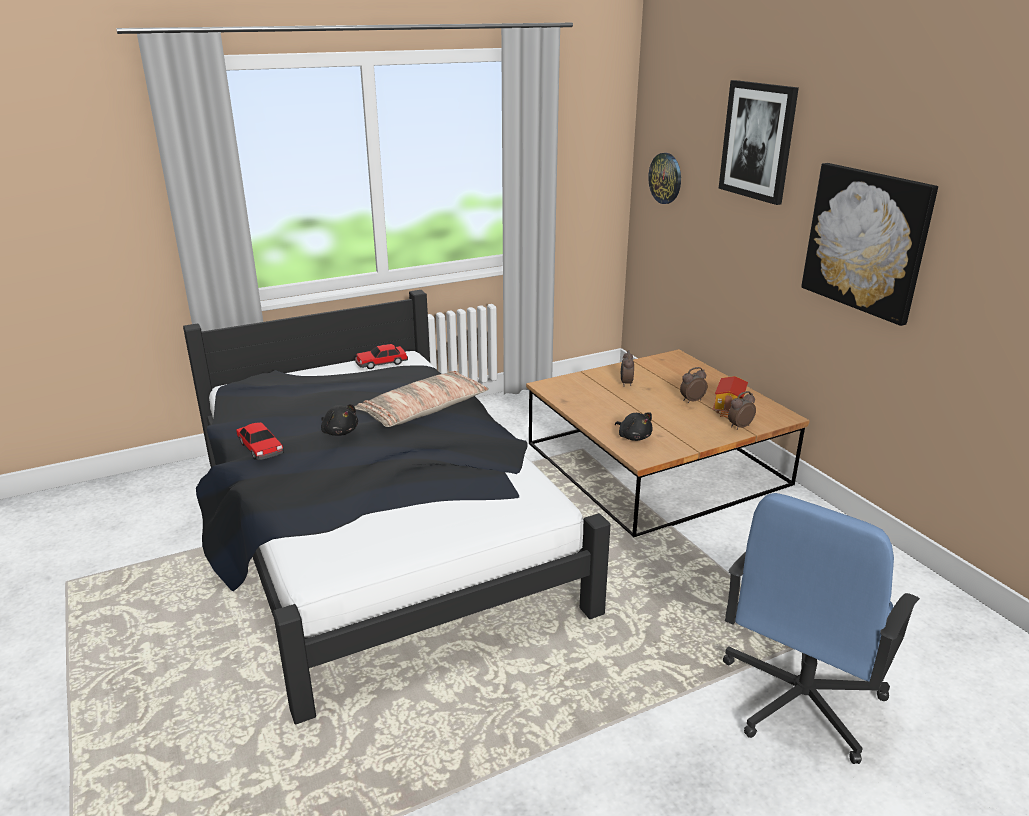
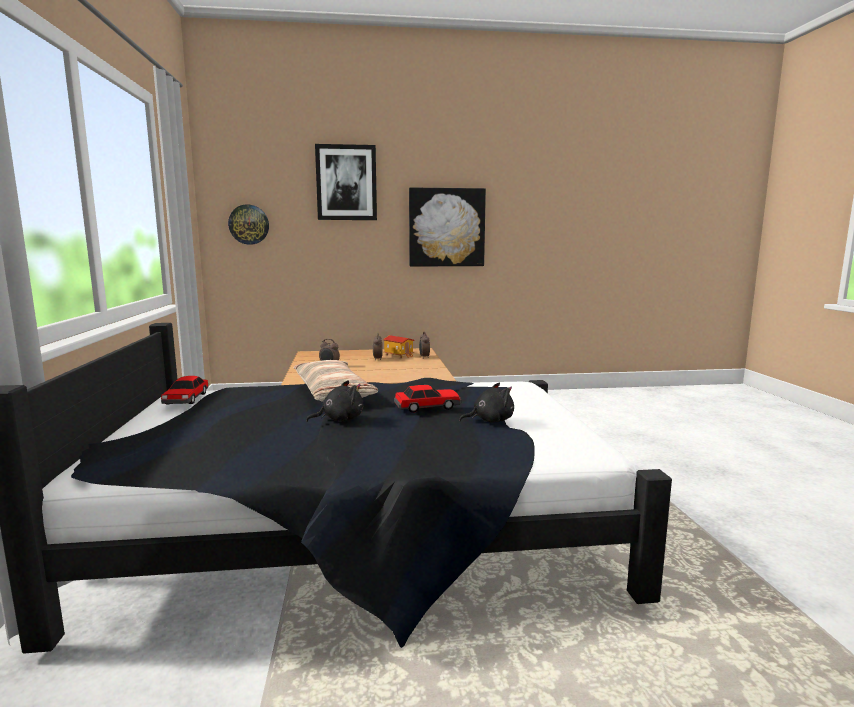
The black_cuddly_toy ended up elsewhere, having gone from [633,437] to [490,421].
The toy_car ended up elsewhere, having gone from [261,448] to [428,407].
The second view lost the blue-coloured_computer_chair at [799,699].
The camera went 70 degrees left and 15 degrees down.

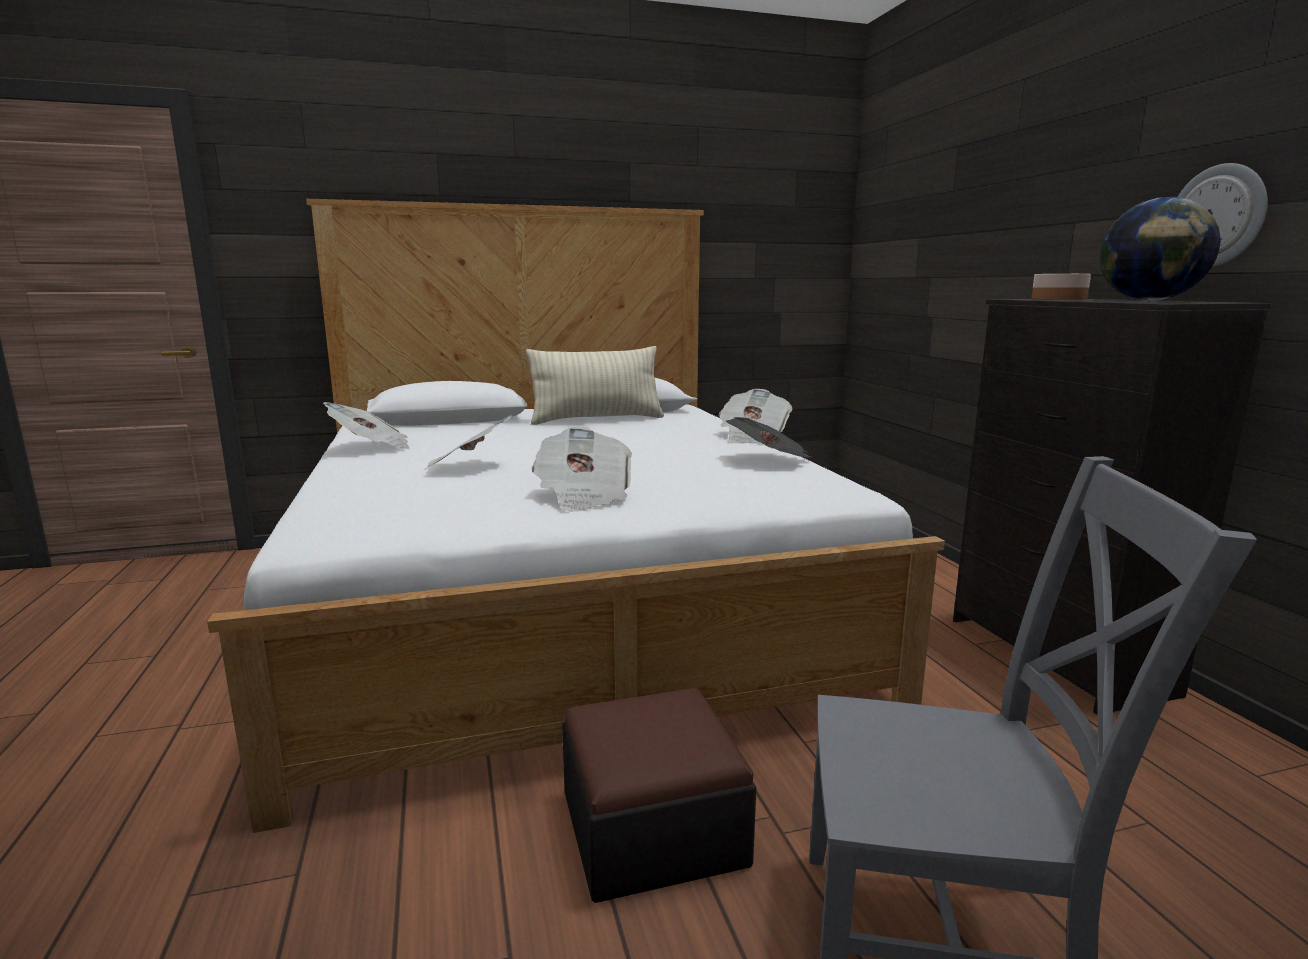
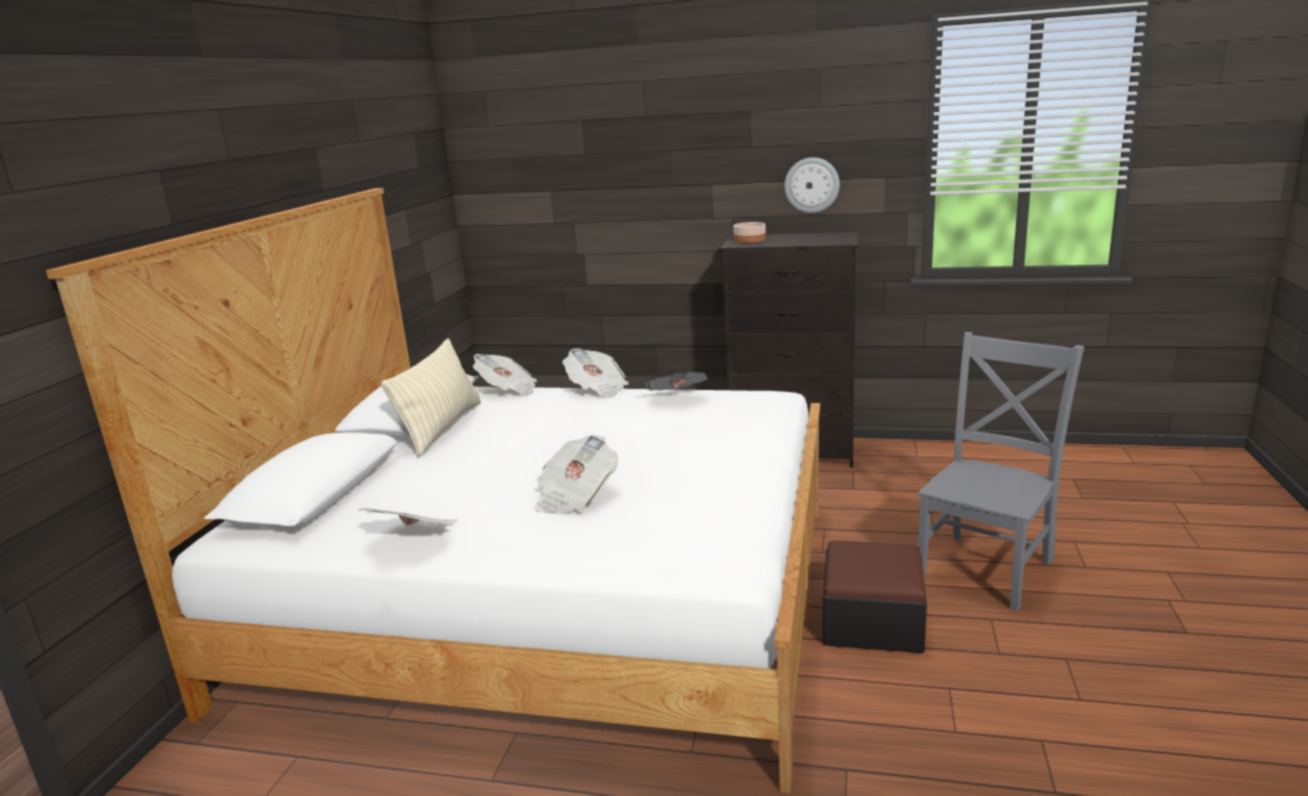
The second view lost the desk_globe at [1149,300].
The daily_paper ended up elsewhere, having gone from [583,496] to [508,390].
The camera went 60 degrees left and 5 degrees up.

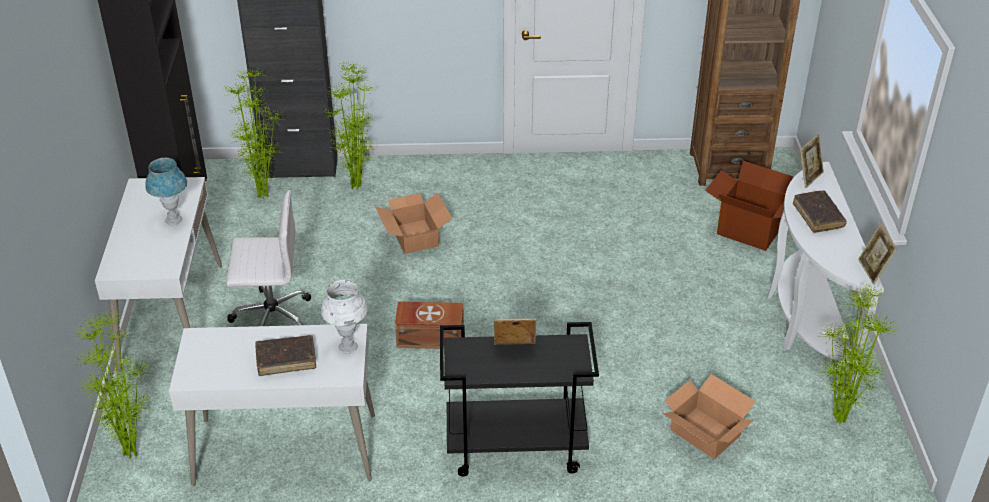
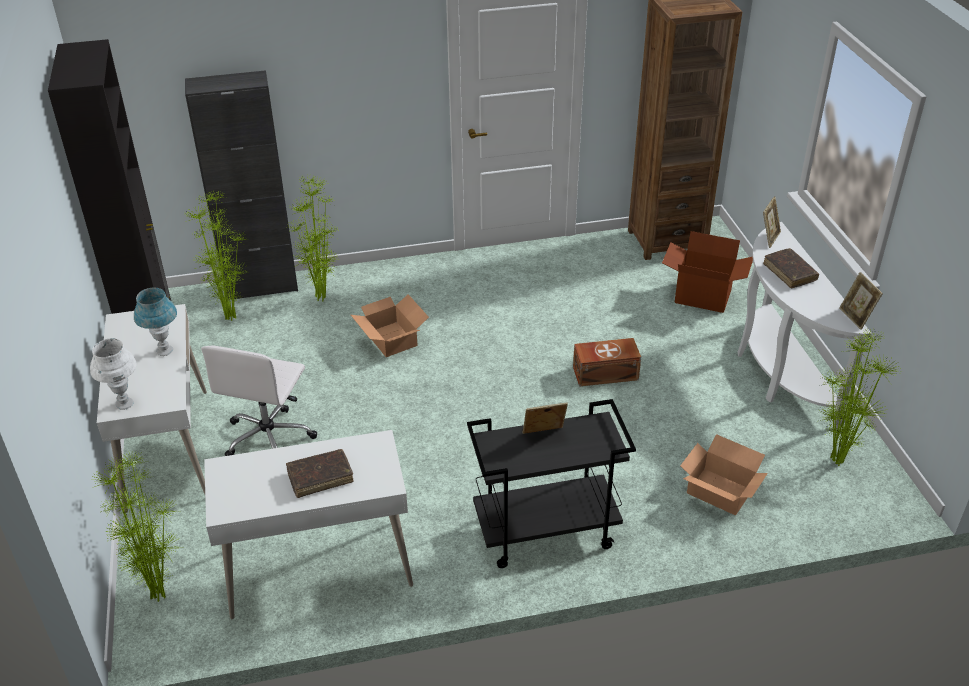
The white-coloured_computer_chair at [271,318] ended up facing another way, 120 degrees clockwise from before.
The white-coloured_lamp_for_a_table ended up elsewhere, having gone from [348,347] to [124,404].
The brownish_storage_container ended up elsewhere, having gone from [429,336] to [604,373].
The camera went 10 degrees left and 0 degrees up.

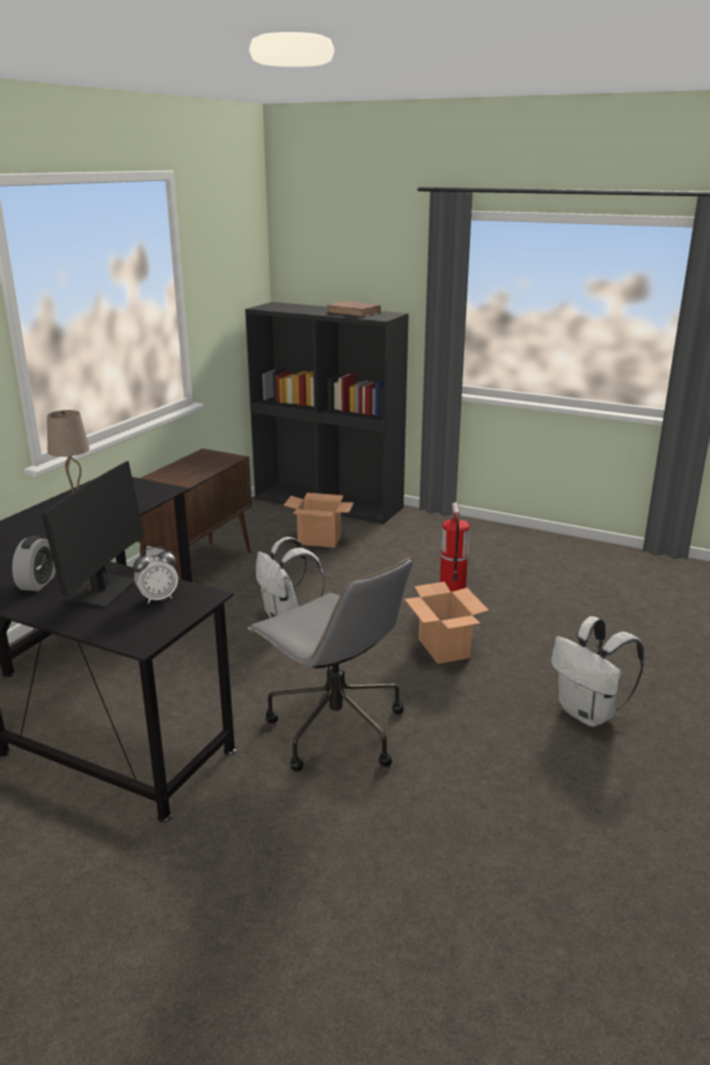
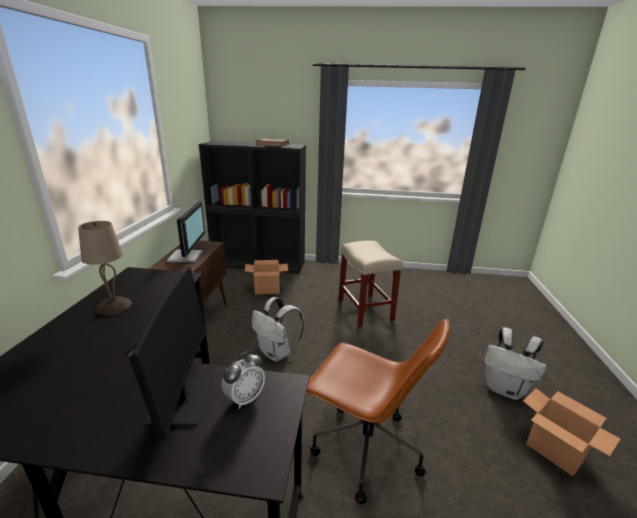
Where the fire-fighting_cylinder stood at [452,586], the beige_sitting_stool came to stand at [364,309].
The second view lost the table_clock at [38,583].
What was the gray_computer_chair at [334,730] turned into the brownish_computer_chair at [364,448].
The cardboard_box ended up elsewhere, having gone from [444,648] to [555,451].
The second view gained the monitor at [187,256].
The camera went 20 degrees left and 0 degrees up.

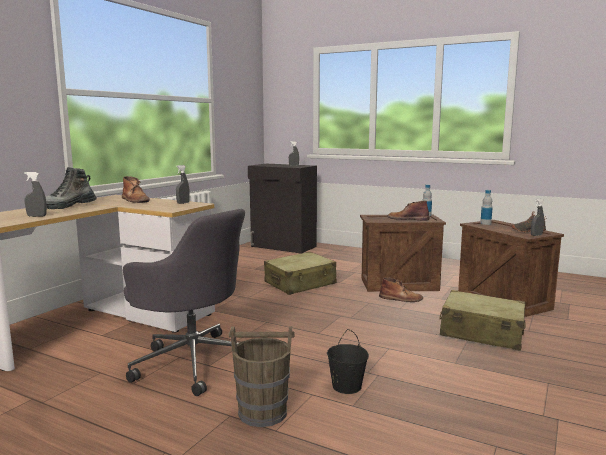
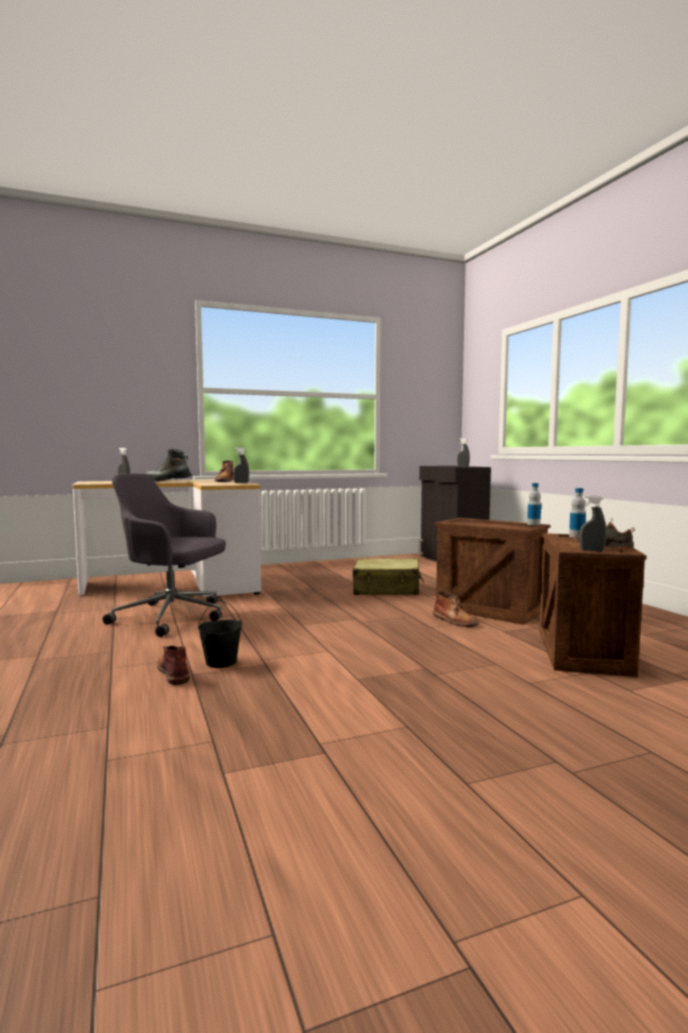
The brownish_high-top_boot ended up elsewhere, having gone from [407,219] to [173,672].
The gray_computer_chair at [193,361] ended up facing another way, 120 degrees clockwise from before.
The second view lost the beige_suitcase at [481,333].
The second view lost the brownish_water_bucket at [263,413].
The camera went 40 degrees right and 5 degrees down.

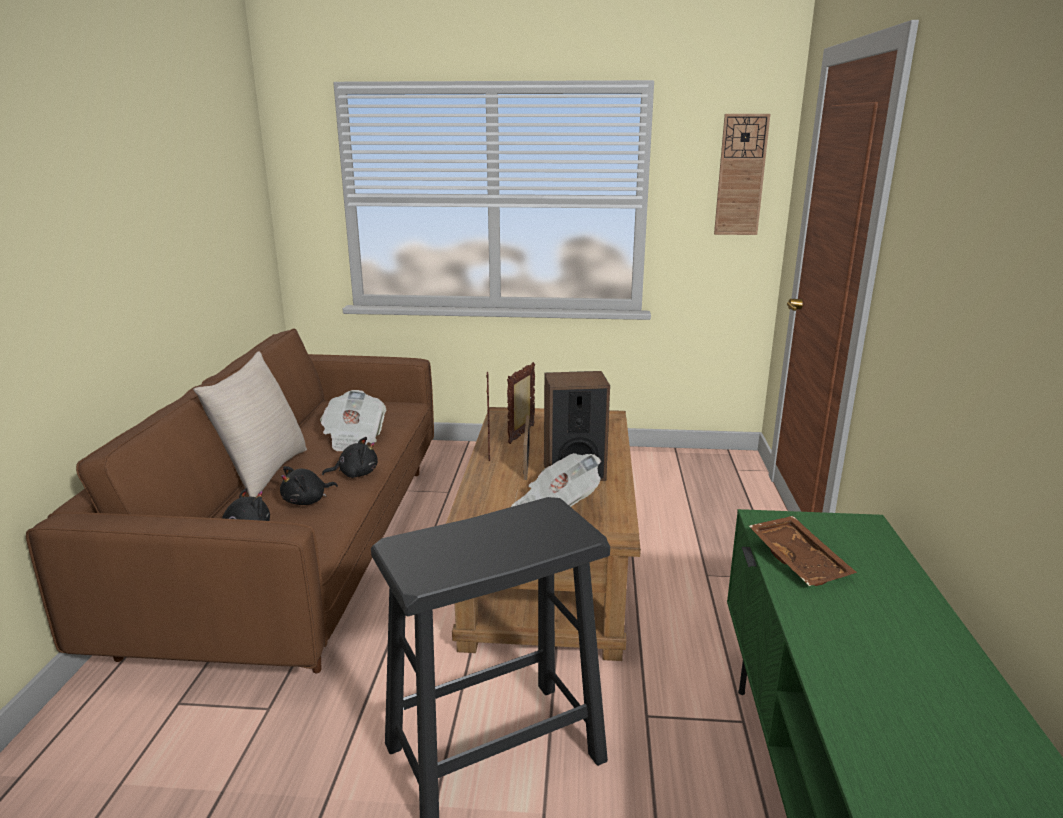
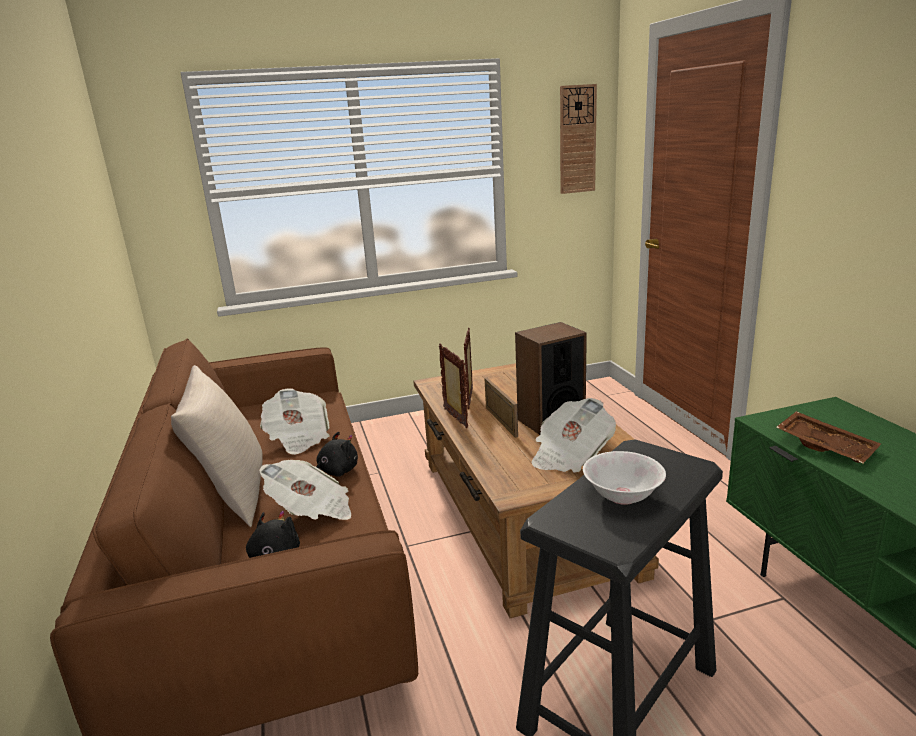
Where the black_cuddly_toy stood at [307,501], the daily_paper came to stand at [312,510].
The second view gained the white-coloured_serving_bowl at [622,496].
The camera went 20 degrees left and 0 degrees up.

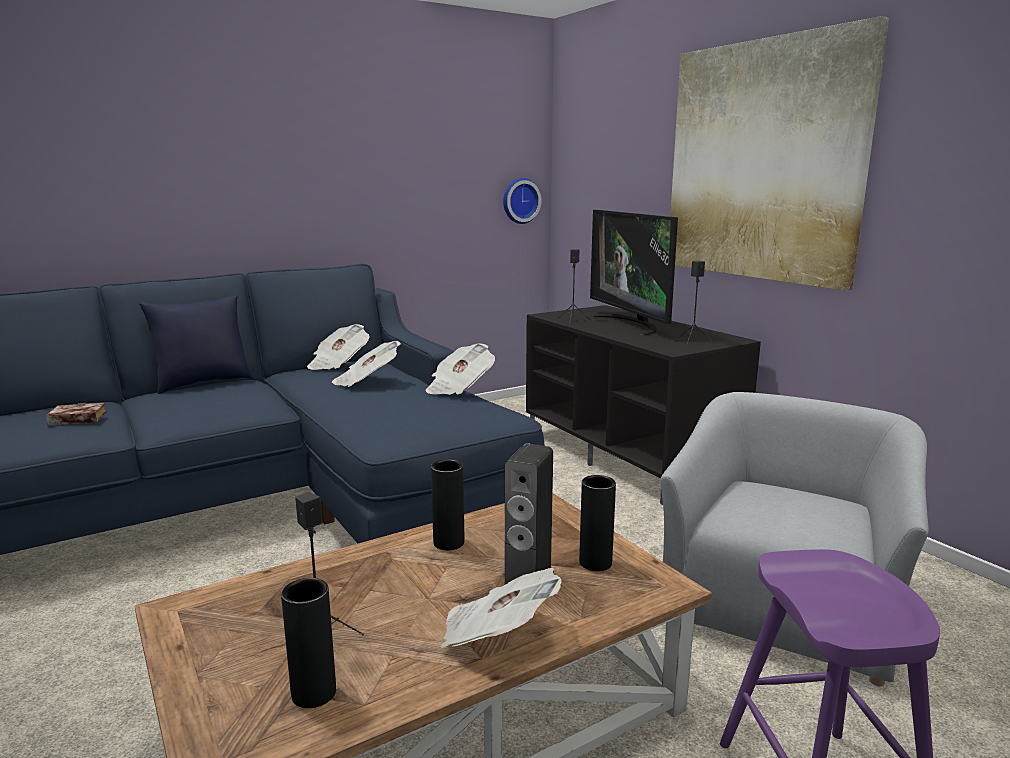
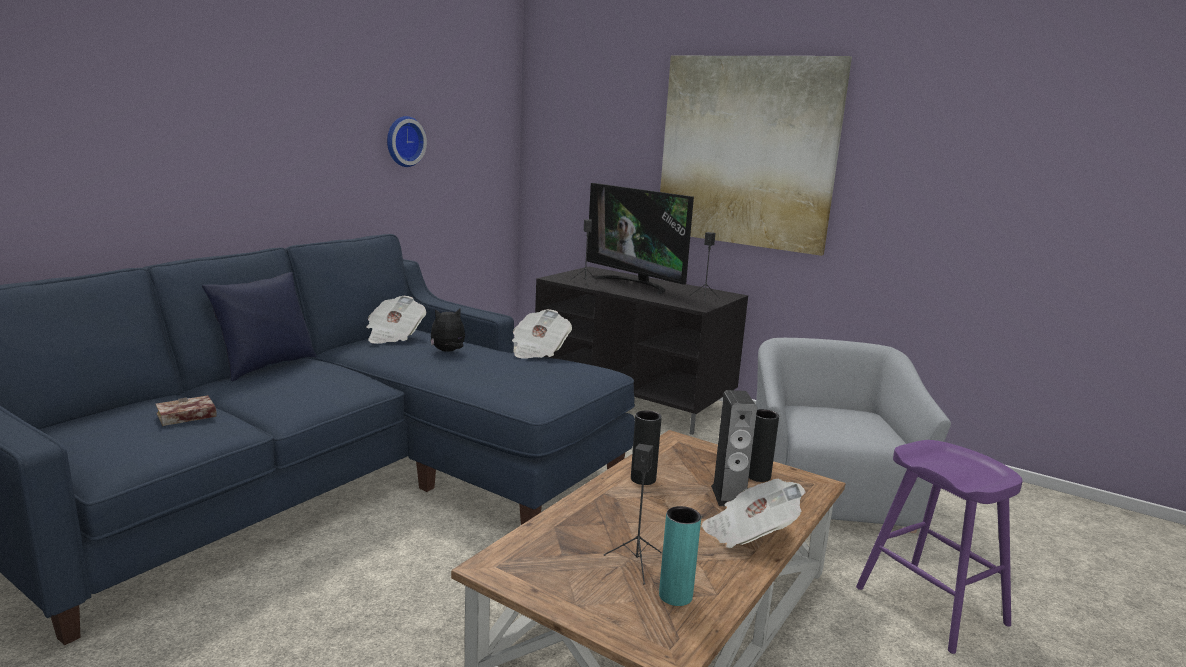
The clock_on_the_wall ended up elsewhere, having gone from [520,201] to [403,141].
Where the daily_paper stood at [366,382], the cuddly_toy came to stand at [448,351].
What was the black_flower_vase at [314,693] turned into the blue-green_flower_vase at [675,596].
The camera went 25 degrees left and 0 degrees up.

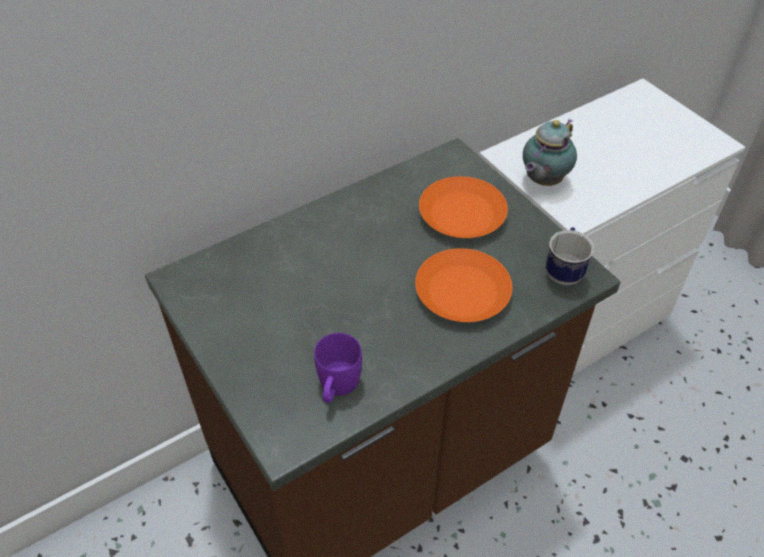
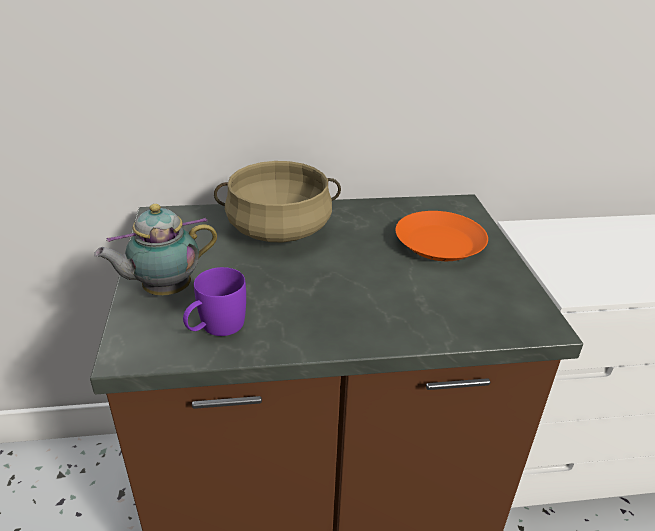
The teapot ended up elsewhere, having gone from [542,181] to [164,290].
The second view lost the tea_mug at [564,270].
The second view lost the orange-coloured_plate at [461,292].
The second view gained the beige_saucepot at [279,229].
The camera went 25 degrees right and 15 degrees down.

